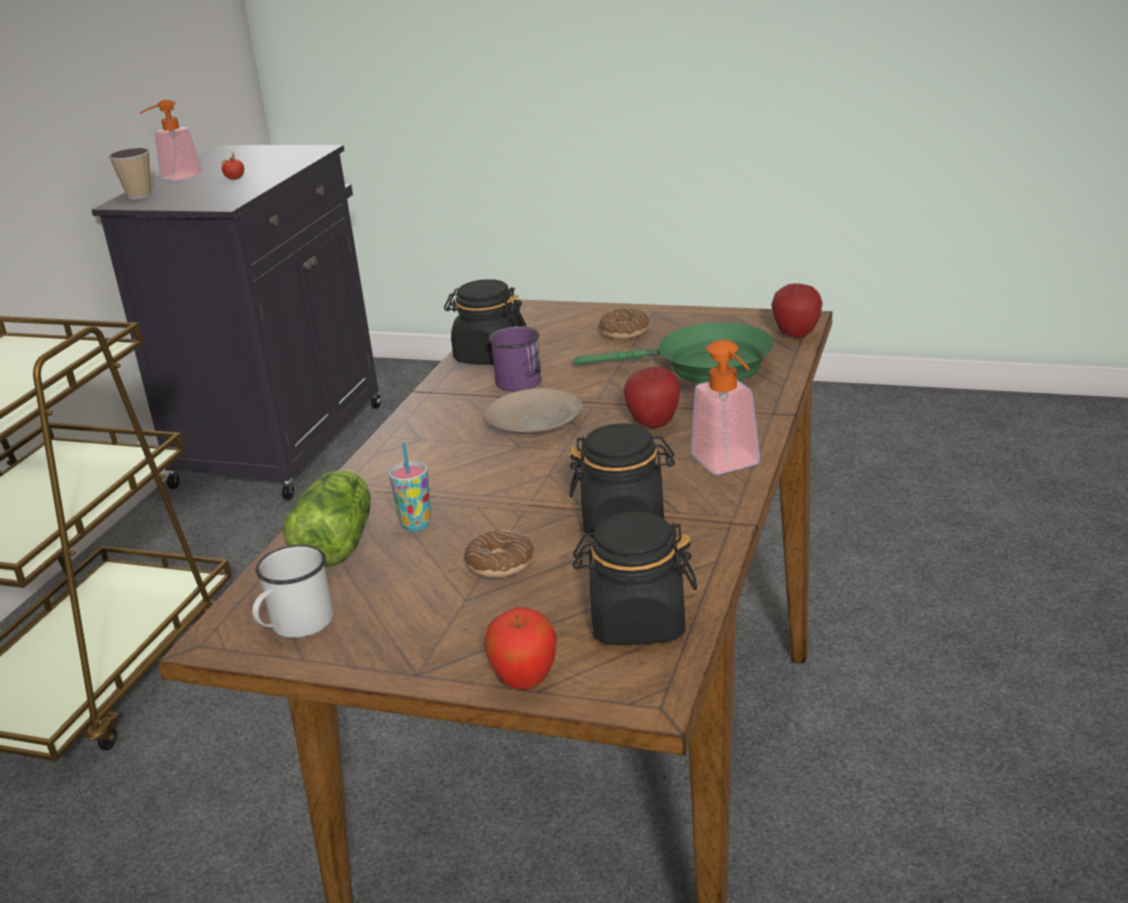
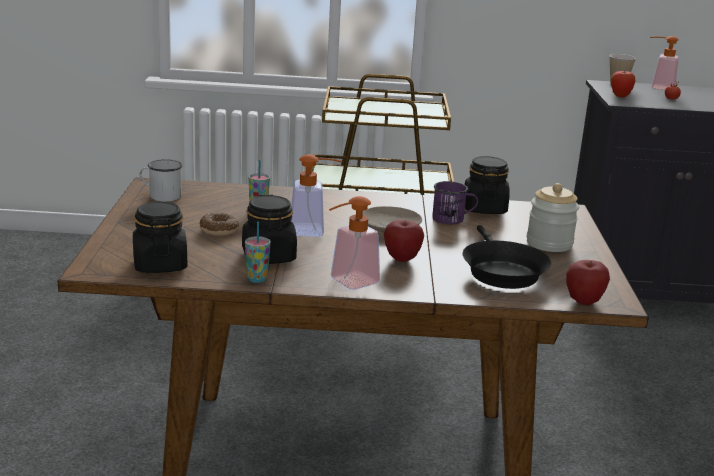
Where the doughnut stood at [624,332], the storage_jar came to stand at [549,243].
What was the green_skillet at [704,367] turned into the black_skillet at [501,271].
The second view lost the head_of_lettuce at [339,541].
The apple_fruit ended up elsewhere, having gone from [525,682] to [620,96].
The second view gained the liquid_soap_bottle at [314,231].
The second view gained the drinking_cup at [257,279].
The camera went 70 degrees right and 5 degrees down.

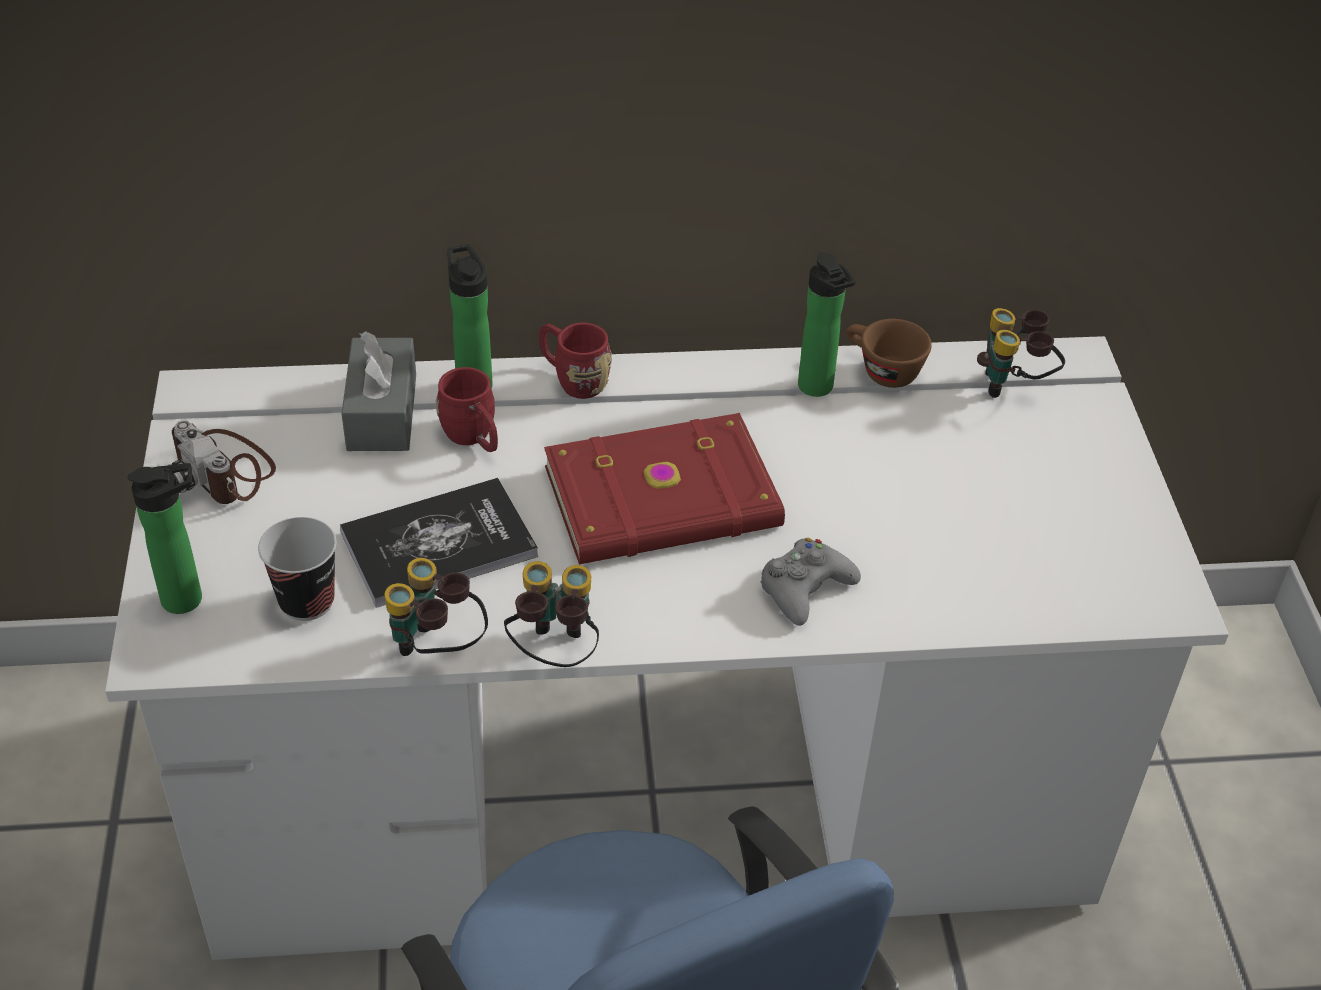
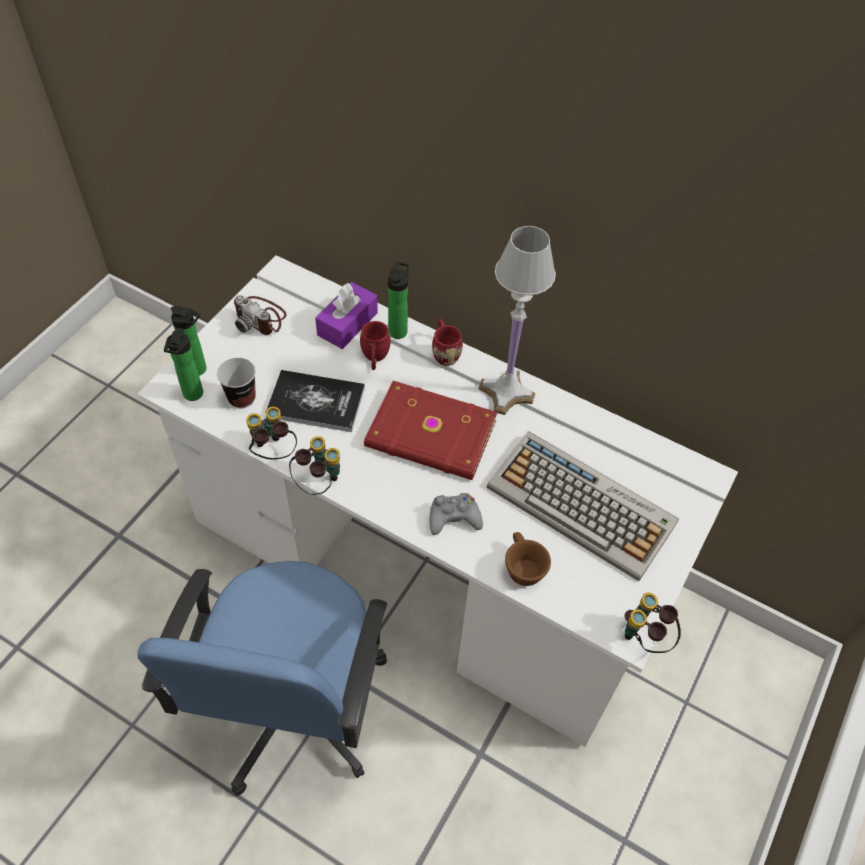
The bottle ended up elsewhere, having gone from [818,389] to [192,396].
The binoculars ended up elsewhere, having gone from [1014,385] to [645,638].
The brownish_drinking_cup ended up elsewhere, having gone from [881,370] to [522,567].
What was the gray_box_of_tissues at [382,412] turned into the purple-coloured_box_of_tissues at [347,324].
The photo_camera at [224,471] ended up facing another way, 45 degrees counterclockwise from before.
The second view gained the white-coloured_lamp_for_a_table at [507,392].
The second view gained the PC_keyboard at [583,505].
The camera went 35 degrees right and 10 degrees up.

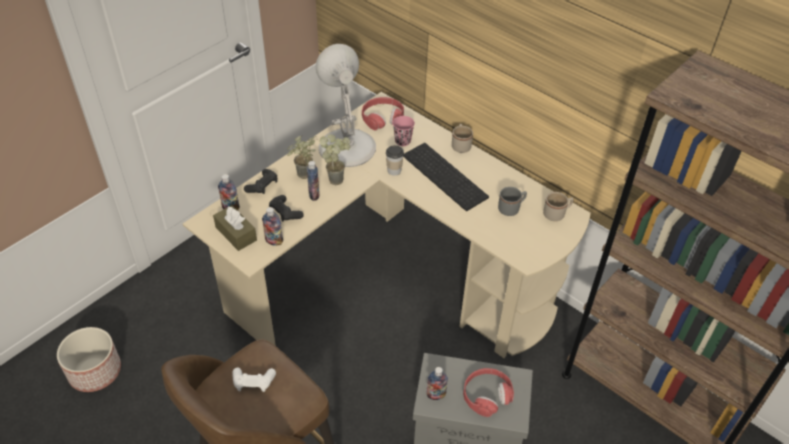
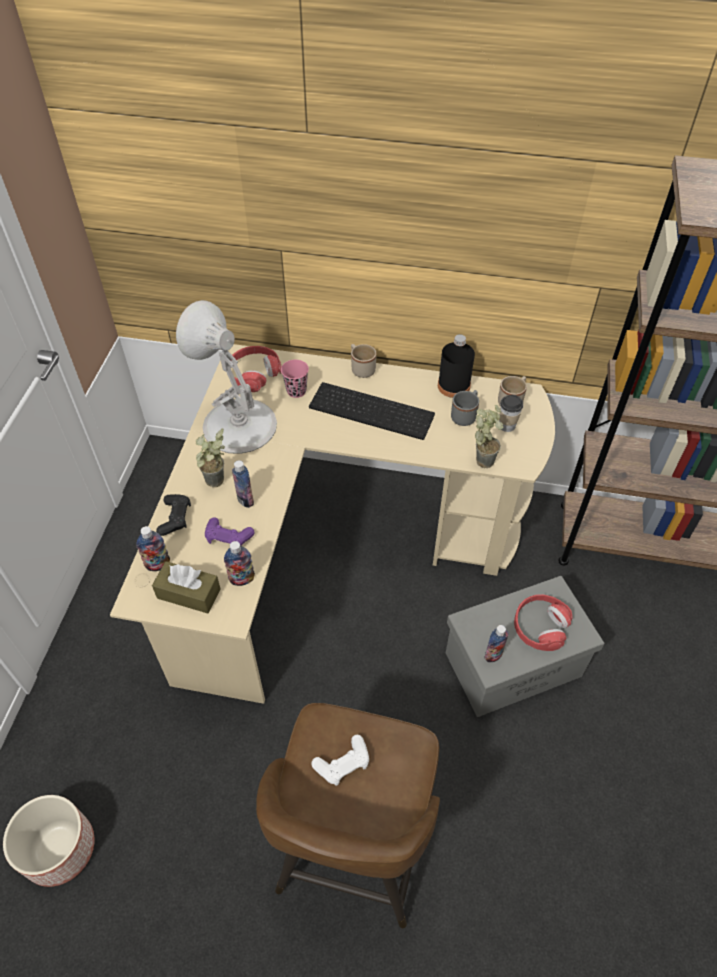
The plant_in_a_pot ended up elsewhere, having gone from [337,178] to [483,457].
The drinking_cup ended up elsewhere, having gone from [394,171] to [507,425].
What was the black_gamepad at [285,212] turned into the purple-coloured_gamepad at [228,537].
The second view gained the black_bottle at [453,386].
The camera went 30 degrees left and 5 degrees up.

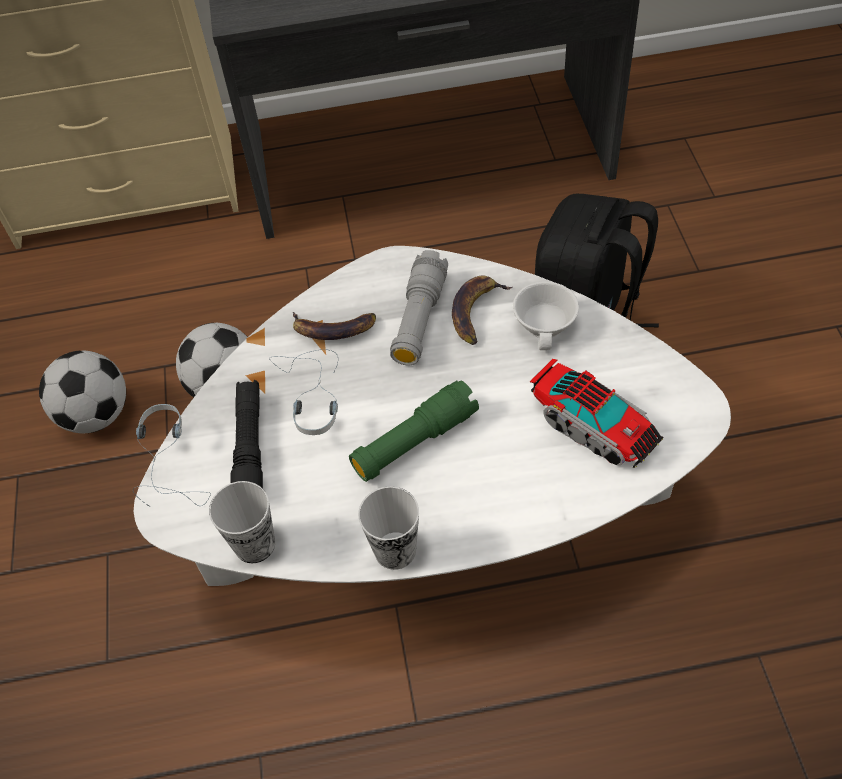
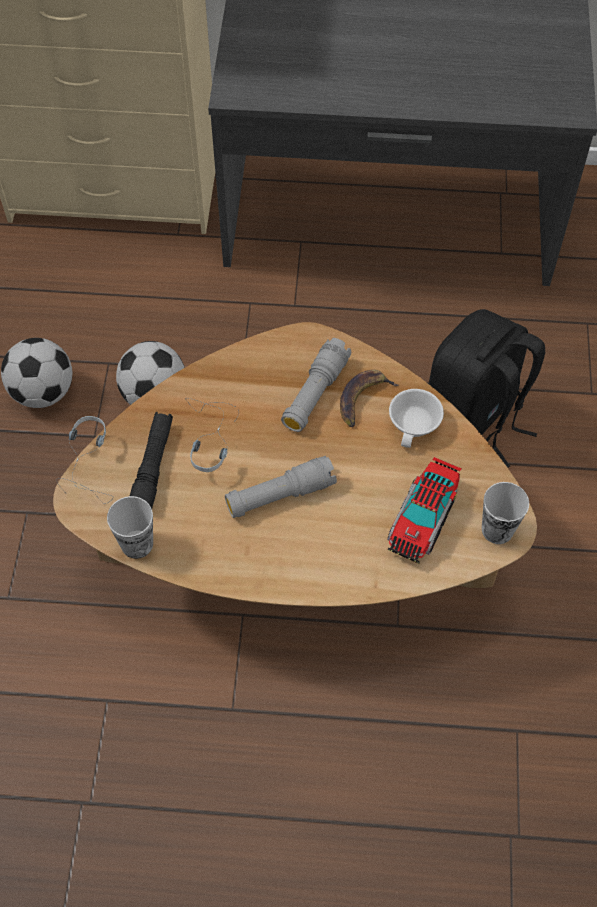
What was the white-coloured_low_table at [435,508] turned into the brownish_low_table at [297,544].
The second view lost the whole_banana at [332,330].
The toy_truck at [592,426] ended up facing another way, 60 degrees clockwise from before.
What was the green_hand_torch at [414,441] turned into the gray_hand_torch at [280,495].
The drinking_cup ended up elsewhere, having gone from [395,550] to [497,529].
The camera went 10 degrees right and 5 degrees up.

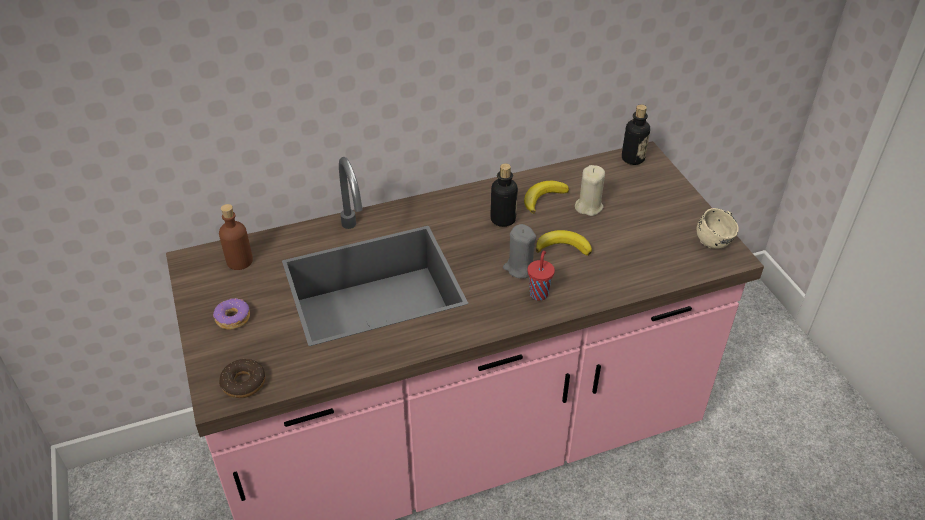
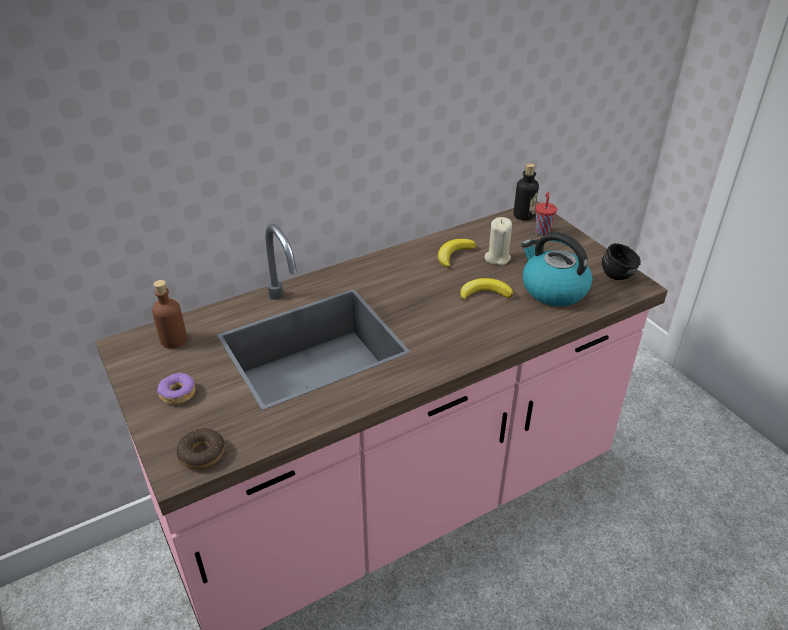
The second view lost the bottle at [503,219].
What was the beige_tea_mug at [716,240] turned into the black_tea_mug at [619,273].
The second view lost the gray_candle at [519,268].
The red-coloured_drinking_cup ended up elsewhere, having gone from [539,293] to [542,231].
The second view gained the tea_kettle at [553,289].
The camera went 10 degrees left and 5 degrees down.

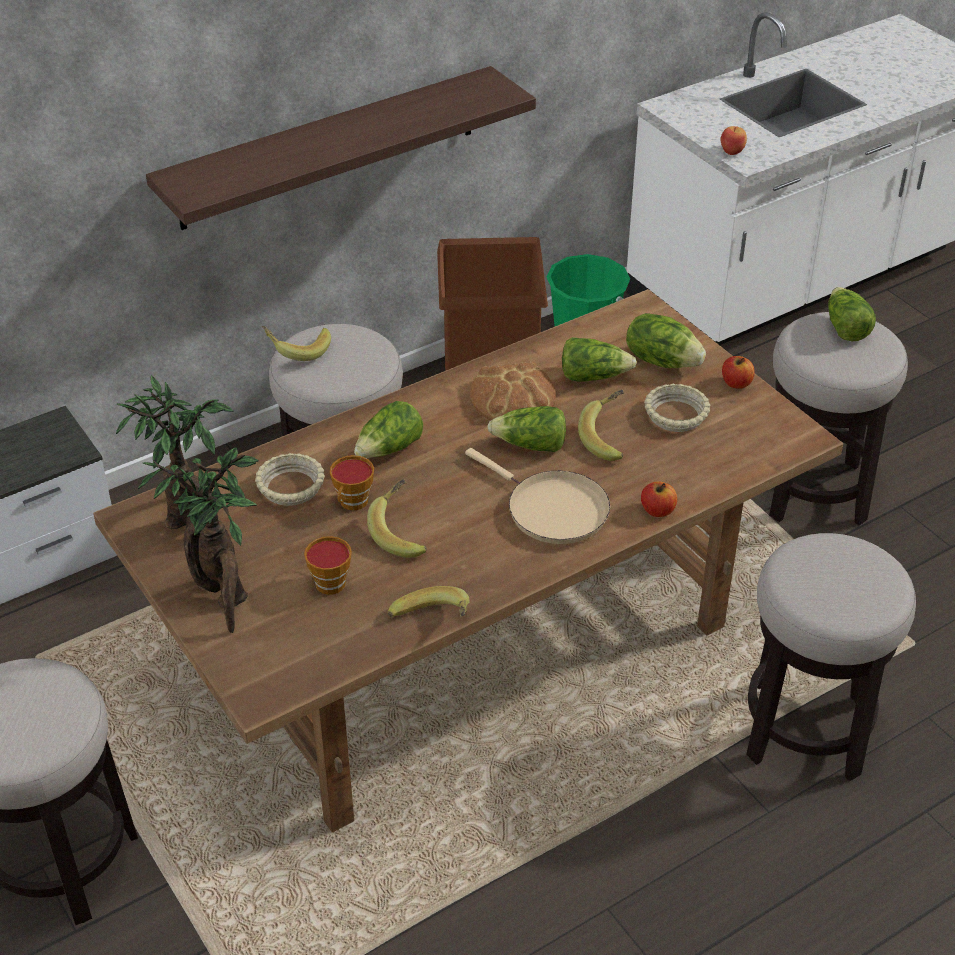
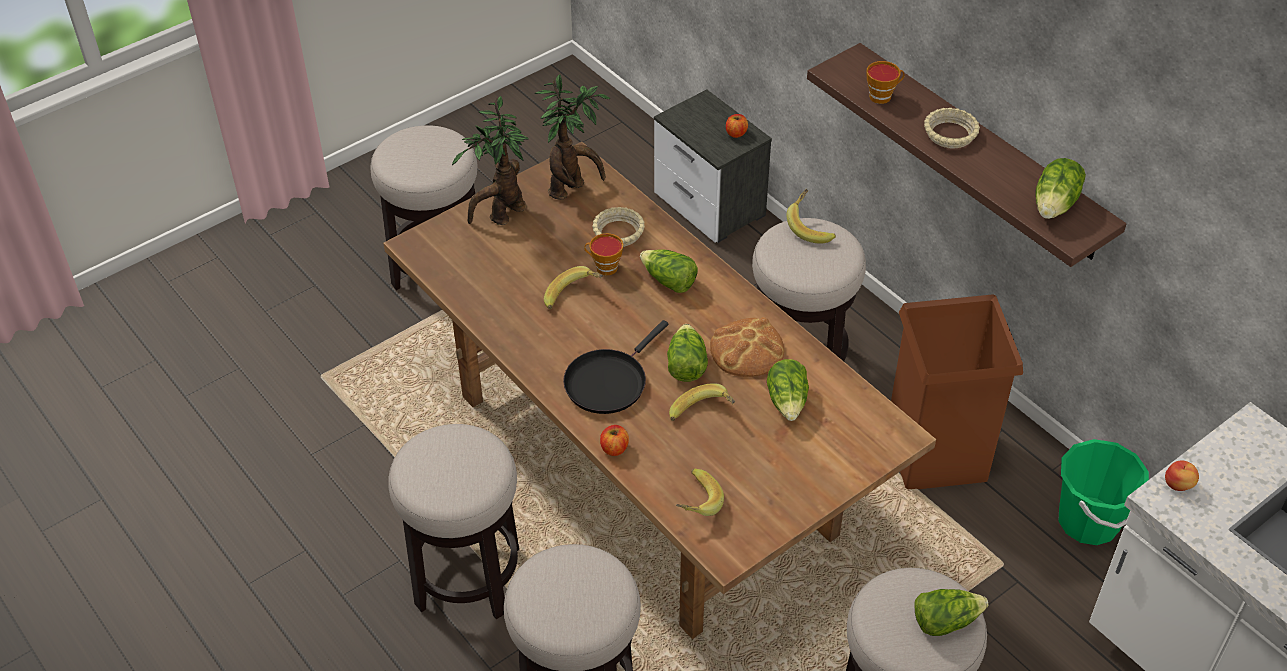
The head_of_lettuce ended up elsewhere, having gone from [662,360] to [1055,205].
The apple_fruit ended up elsewhere, having gone from [736,383] to [736,133].
The beige_serving_bowl ended up elsewhere, having gone from [676,414] to [950,134].
What was the beige_skillet at [552,509] turned into the black_skillet at [608,381].
The drinking_cup ended up elsewhere, having gone from [329,580] to [882,96].
The whole_banana ended up elsewhere, having gone from [432,623] to [694,503].
The second view gained the sitting_stool at [467,577].
The camera went 85 degrees right and 5 degrees up.

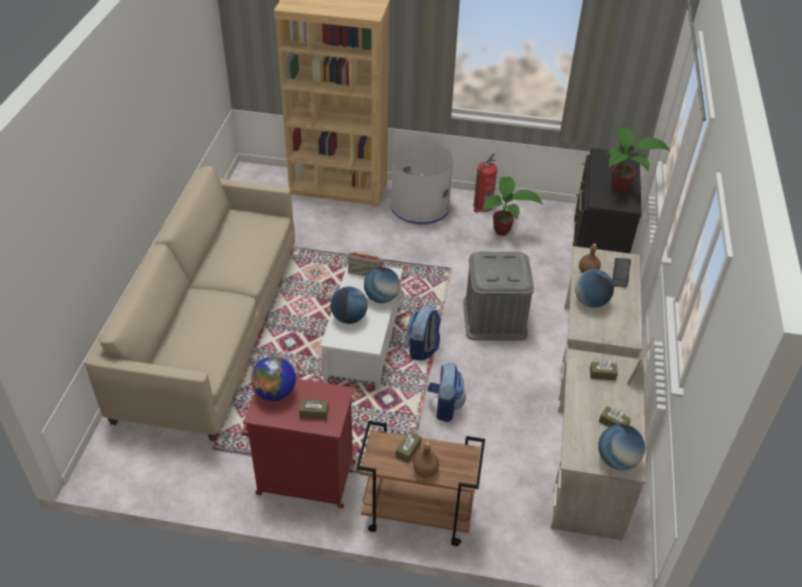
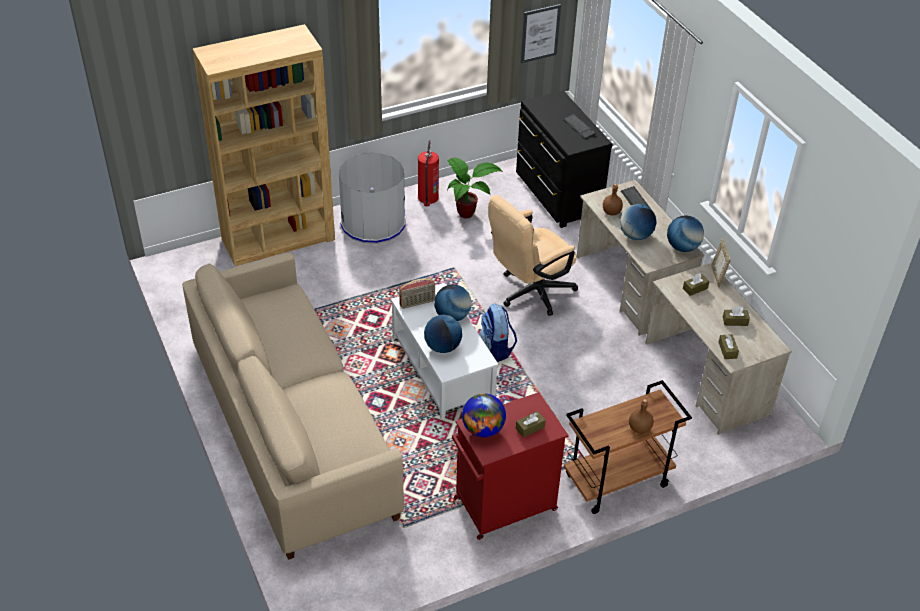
Where the plant_in_a_pot stood at [622,188], the PC_keyboard came to stand at [579,127].
Where the gray_storage_container stood at [494,318], the beige_computer_chair came to stand at [530,293].
The second view lost the rucksack at [445,406].
The desk_globe ended up elsewhere, having gone from [617,460] to [682,247].
The brownish_box_of_tissues ended up elsewhere, having gone from [408,450] to [727,350].
The second view gained the wall_picture at [540,33].
The camera went 35 degrees left and 0 degrees up.

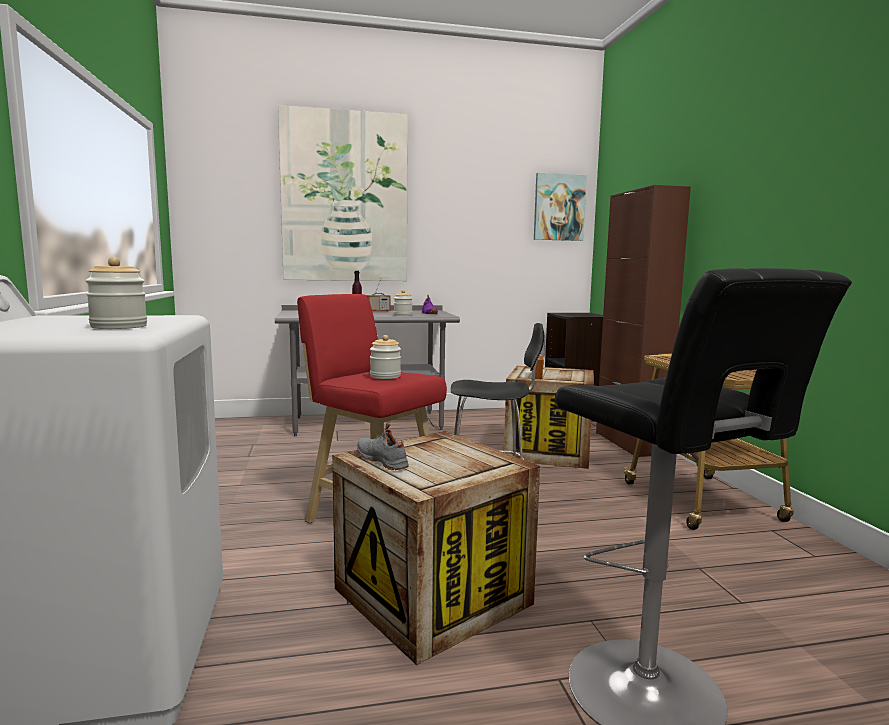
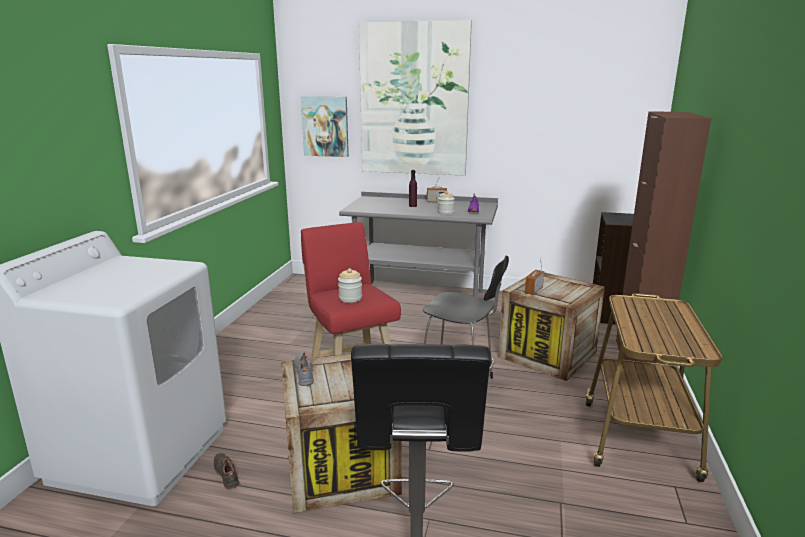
The wall_picture ended up elsewhere, having gone from [559,207] to [325,126].
The second view lost the storage_jar at [119,327].
The second view gained the black_low_shoe at [227,474].
The camera went 25 degrees right and 10 degrees up.

